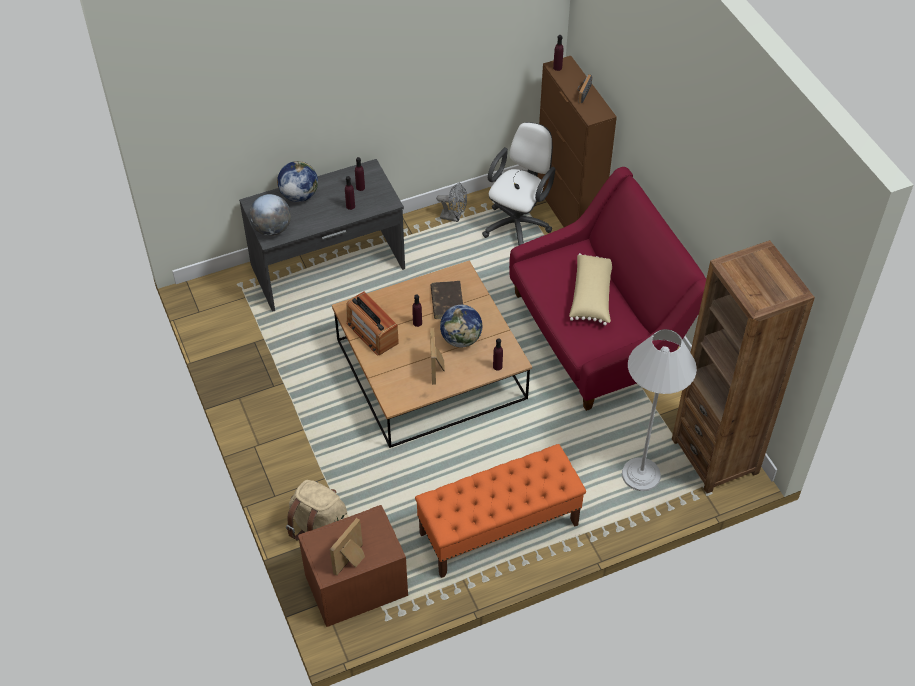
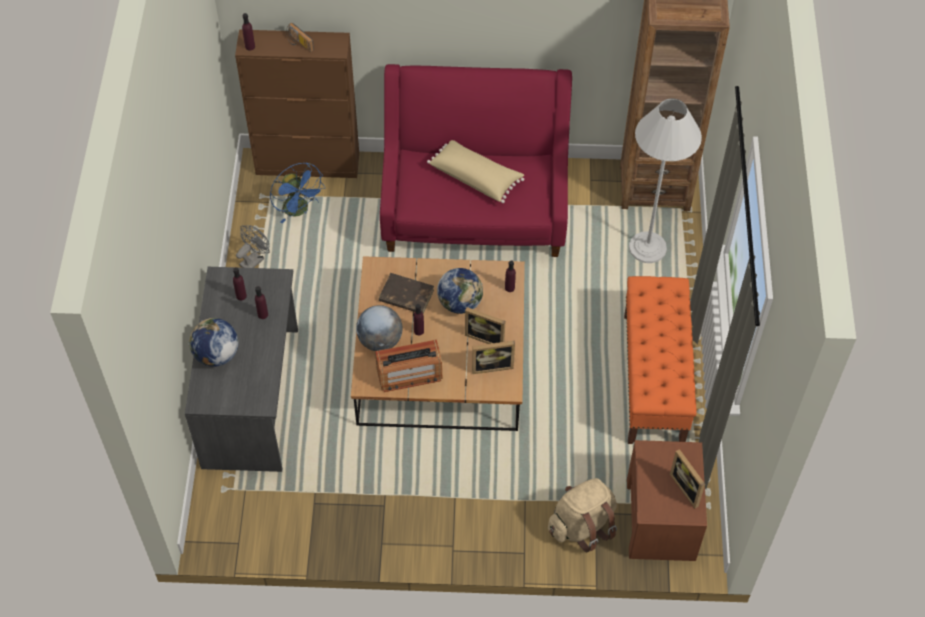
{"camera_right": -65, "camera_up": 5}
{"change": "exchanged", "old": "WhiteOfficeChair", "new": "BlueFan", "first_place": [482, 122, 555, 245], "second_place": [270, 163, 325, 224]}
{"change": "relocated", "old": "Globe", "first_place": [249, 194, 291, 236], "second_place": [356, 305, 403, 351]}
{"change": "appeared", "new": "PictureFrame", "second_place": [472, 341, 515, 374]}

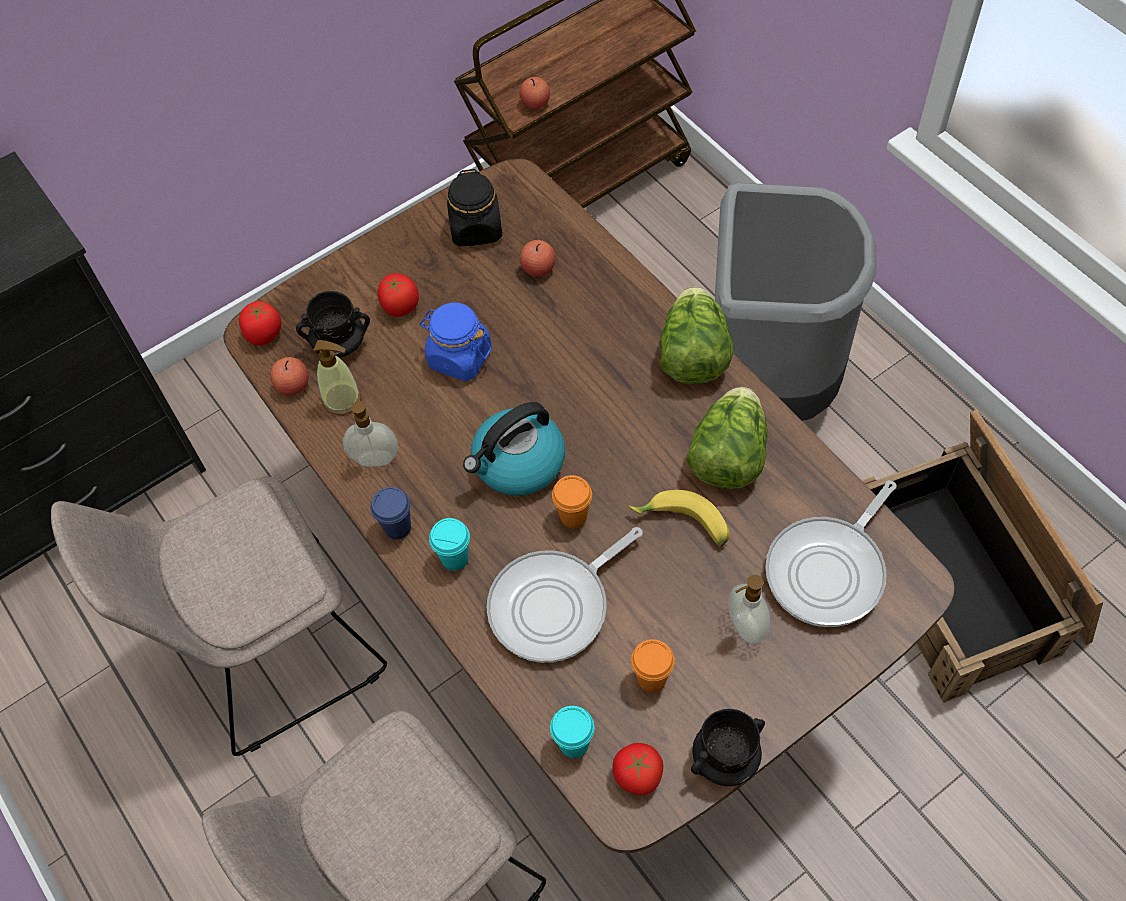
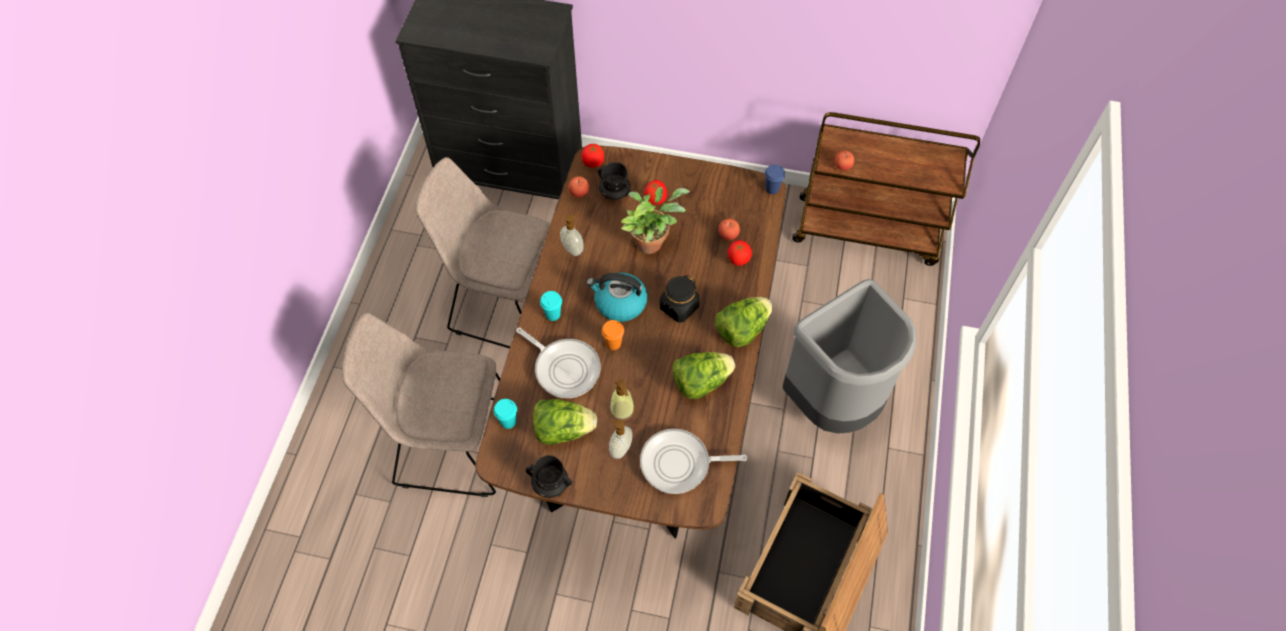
{"camera_right": 45, "camera_up": 0}
{"change": "relocated", "old": "BlackJar", "first_place": [447, 169, 502, 246], "second_place": [660, 275, 700, 323]}
{"change": "exchanged", "old": "BlueJar", "new": "PottedPlant", "first_place": [420, 303, 492, 381], "second_place": [621, 187, 690, 254]}
{"change": "relocated", "old": "SoapDispenser", "first_place": [313, 340, 362, 415], "second_place": [610, 379, 635, 421]}
{"change": "relocated", "old": "BlueCup", "first_place": [371, 487, 411, 540], "second_place": [765, 164, 785, 194]}
{"change": "missing", "old": "Banana", "first_place": [628, 490, 730, 547]}
{"change": "spun", "old": "FryingPan", "first_place": [487, 527, 643, 663], "second_place": [516, 327, 601, 398], "degrees": -150}
{"change": "exchanged", "old": "OrangeCup", "new": "Lettuce", "first_place": [631, 639, 675, 692], "second_place": [533, 399, 597, 445]}
{"change": "relocated", "old": "Tomato", "first_place": [612, 743, 663, 795], "second_place": [728, 240, 752, 266]}

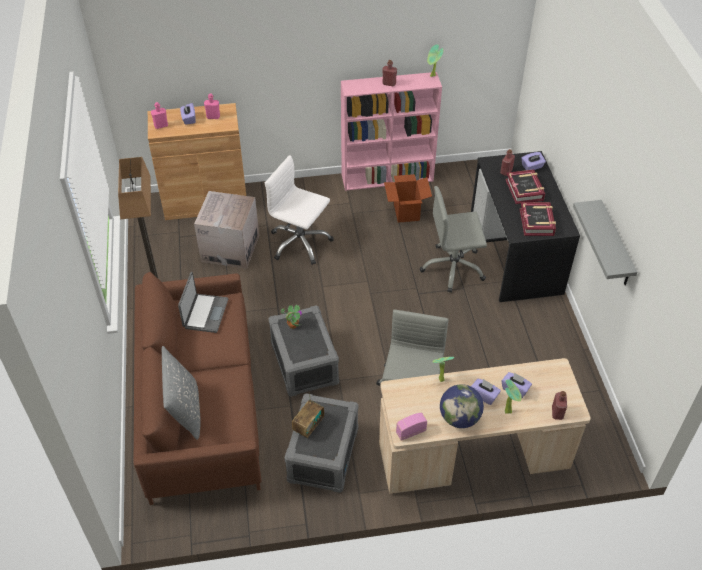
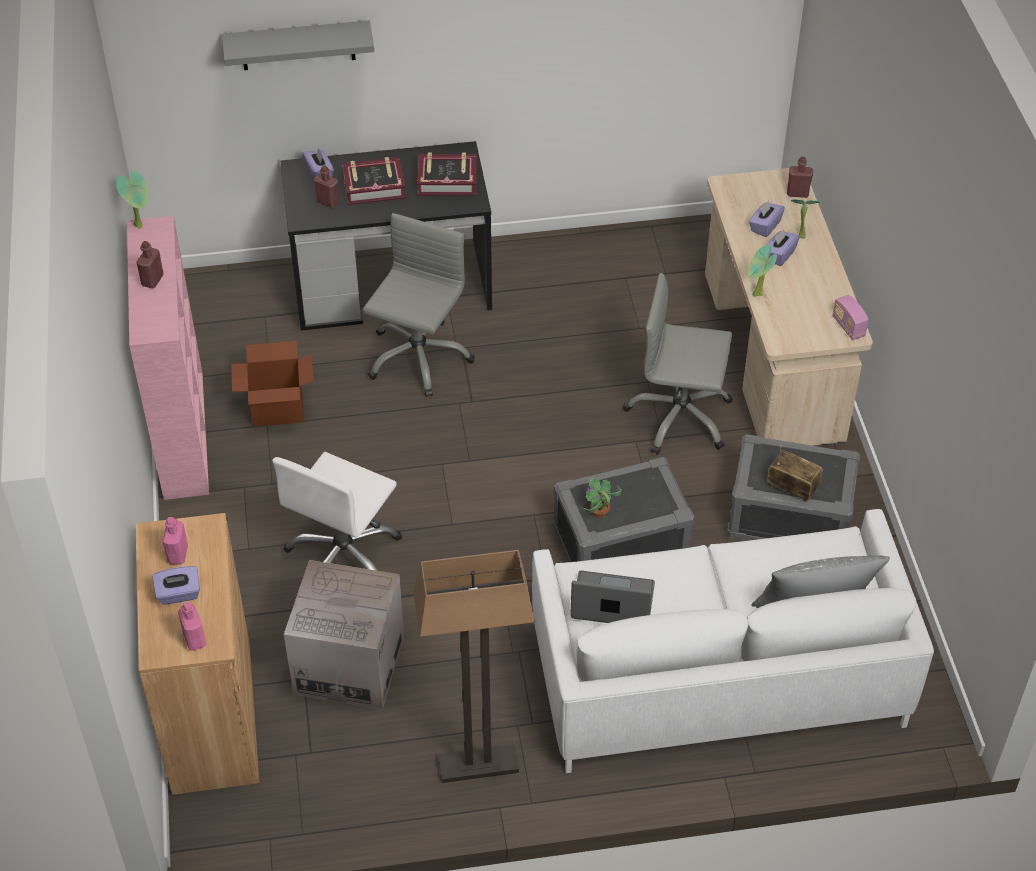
{"camera_right": -90, "camera_up": 0}
{"change": "spun", "old": "GreyOfficeChair", "first_place": [420, 186, 487, 293], "second_place": [363, 213, 475, 397], "degrees": -150}
{"change": "relocated", "old": "GreyShelf", "first_place": [573, 200, 638, 285], "second_place": [222, 20, 374, 70]}
{"change": "colour", "old": "BrownSofa", "new": "WhiteSofa", "first_place": [134, 272, 261, 505], "second_place": [532, 509, 934, 773]}
{"change": "missing", "old": "Globe", "first_place": [440, 384, 484, 428]}

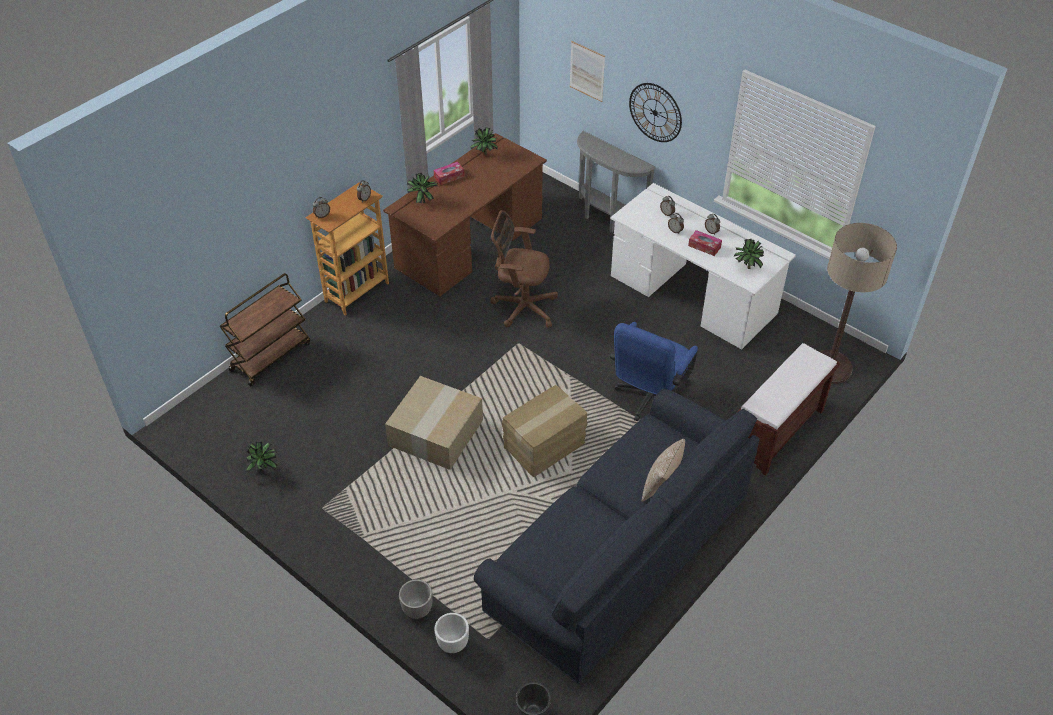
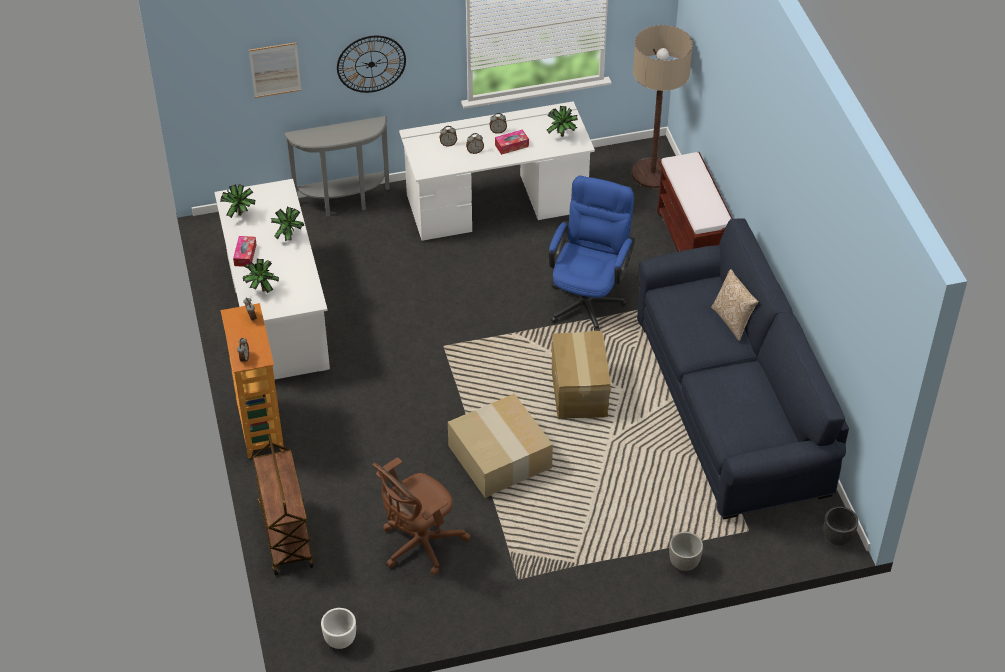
{"camera_right": -55, "camera_up": 0}
{"change": "colour", "old": "BrownDesk", "new": "WhiteDesk", "first_place": [383, 133, 547, 296], "second_place": [215, 179, 330, 380]}
{"change": "relocated", "old": "BrownOfficeChair", "first_place": [490, 210, 558, 328], "second_place": [372, 457, 470, 575]}
{"change": "spun", "old": "BlueOfficeChair", "first_place": [610, 322, 698, 422], "second_place": [549, 176, 635, 331], "degrees": -135}
{"change": "relocated", "old": "PottedPlant", "first_place": [246, 442, 278, 473], "second_place": [271, 207, 304, 241]}
{"change": "relocated", "old": "WhitePlanter", "first_place": [435, 613, 469, 653], "second_place": [321, 608, 356, 649]}

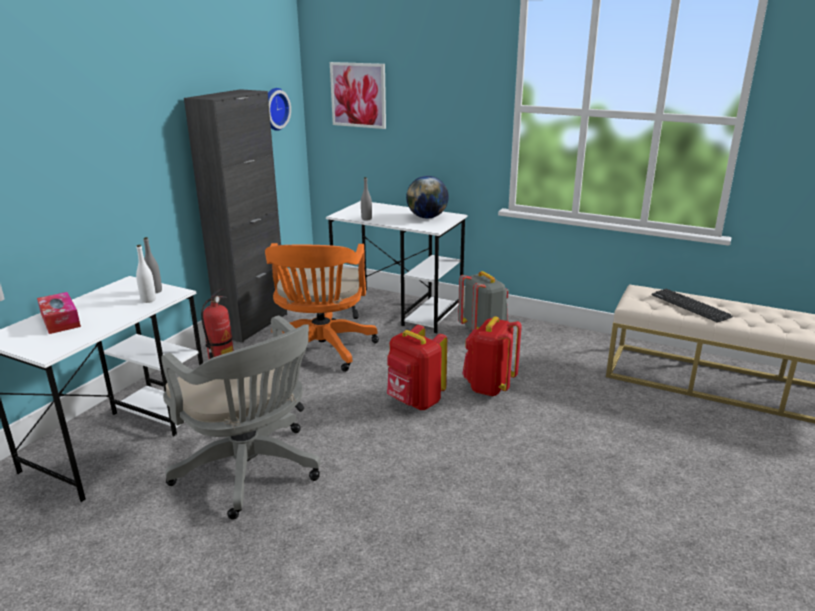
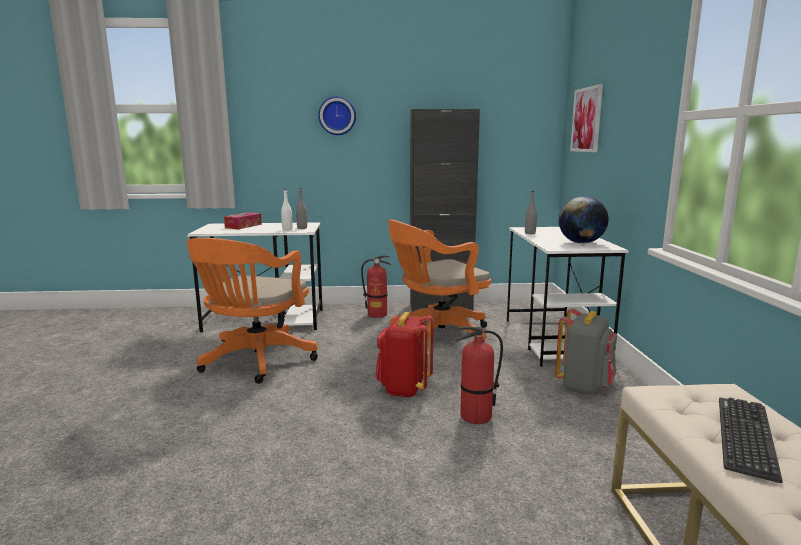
{"camera_right": 60, "camera_up": -10}
{"change": "relocated", "old": "WallClock", "first_place": [268, 88, 291, 131], "second_place": [318, 96, 356, 135]}
{"change": "colour", "old": "GreyOfficeChair", "new": "OrangeOfficeChair", "first_place": [161, 316, 320, 520], "second_place": [187, 238, 318, 384]}
{"change": "exchanged", "old": "RedBackpack", "new": "FireExtinguisher", "first_place": [462, 316, 522, 396], "second_place": [456, 326, 503, 424]}

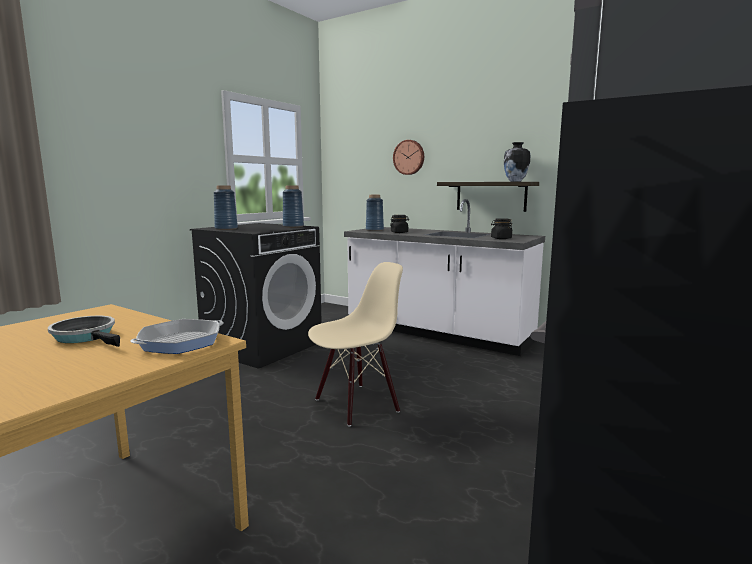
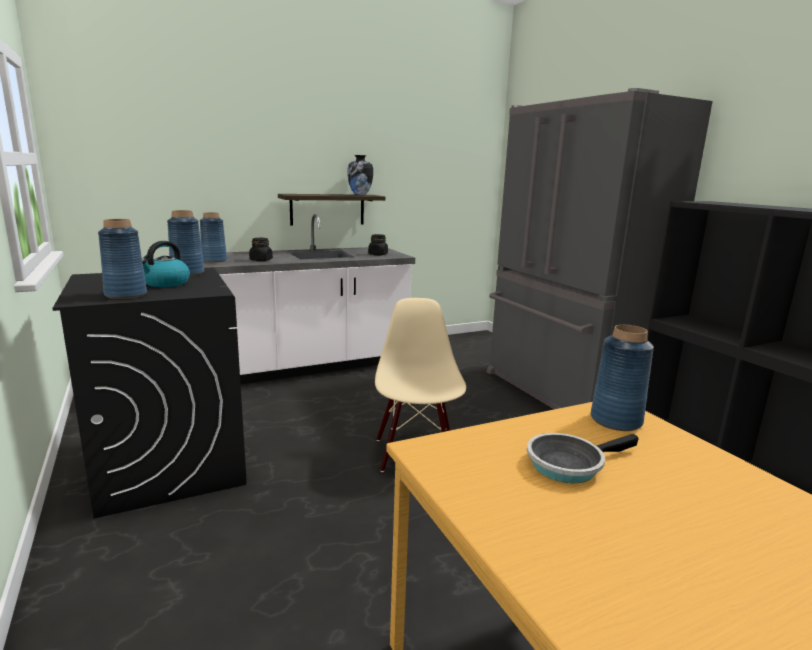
{"camera_right": -60, "camera_up": 5}
{"change": "missing", "old": "WallClock", "first_place": [393, 140, 424, 175]}
{"change": "exchanged", "old": "FryingPan", "new": "BlueVase", "first_place": [130, 319, 223, 354], "second_place": [591, 325, 654, 431]}
{"change": "appeared", "new": "Kettle", "second_place": [142, 241, 190, 287]}

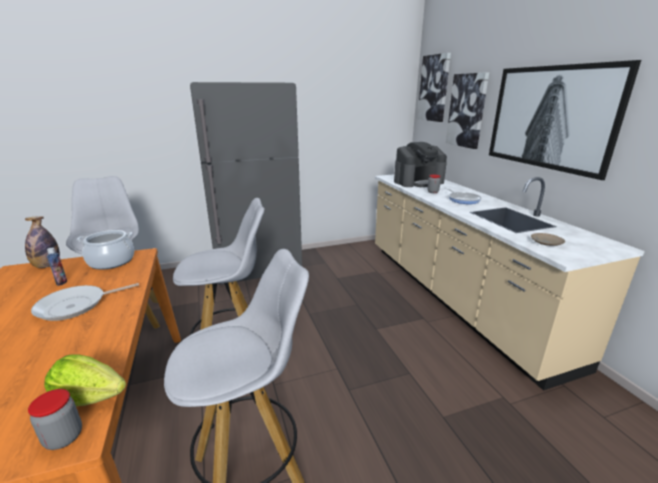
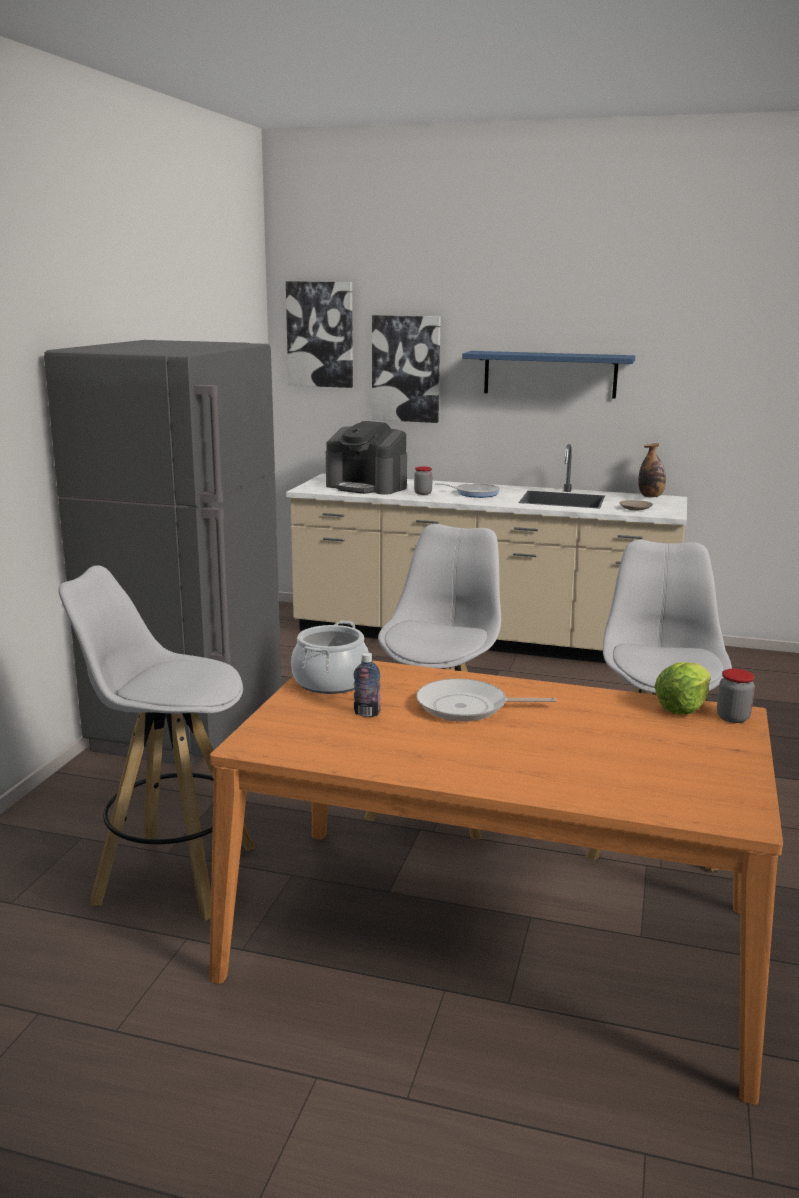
{"camera_right": -55, "camera_up": -5}
{"change": "exchanged", "old": "Picture", "new": "BlueShelf", "first_place": [489, 60, 641, 180], "second_place": [462, 351, 635, 398]}
{"change": "spun", "old": "CoffeeMachine", "first_place": [394, 142, 447, 187], "second_place": [326, 421, 407, 495], "degrees": 105}
{"change": "relocated", "old": "Bottle", "first_place": [25, 216, 60, 268], "second_place": [638, 443, 666, 497]}
{"change": "spun", "old": "FryingPan", "first_place": [31, 283, 139, 321], "second_place": [416, 679, 556, 722], "degrees": 90}

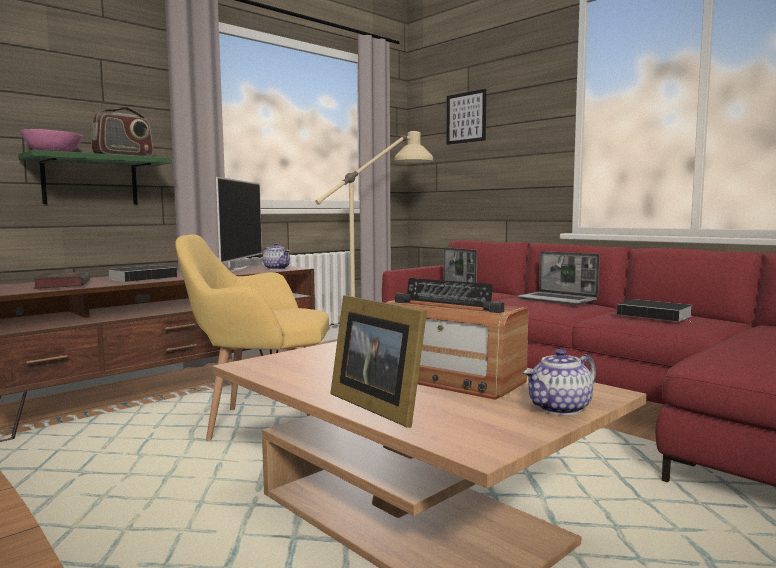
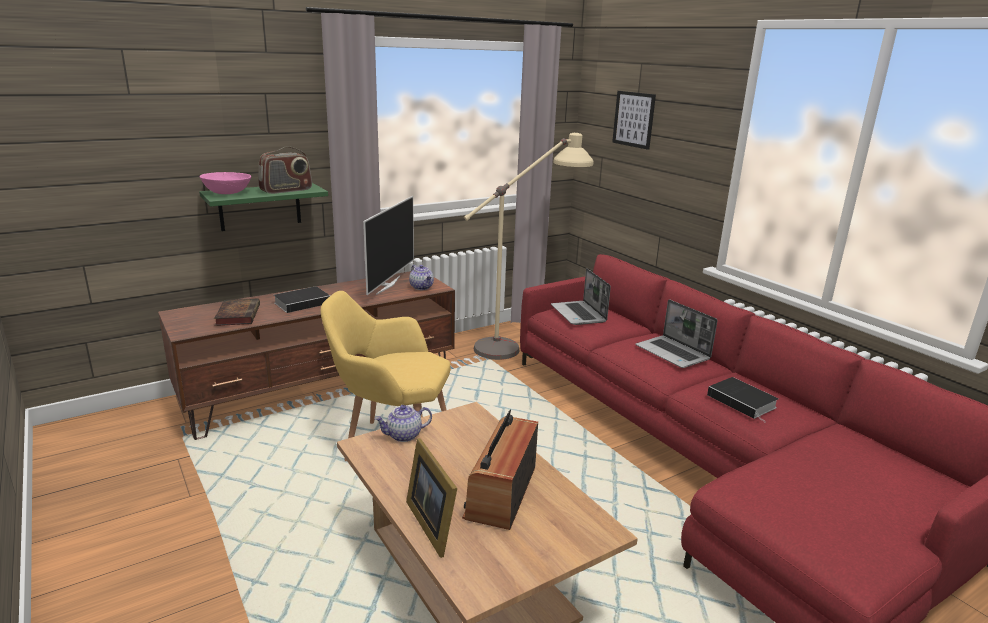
{"camera_right": 10, "camera_up": 15}
{"change": "spun", "old": "Radio", "first_place": [386, 278, 528, 400], "second_place": [462, 410, 538, 530], "degrees": 60}
{"change": "relocated", "old": "Teapot", "first_place": [523, 349, 596, 415], "second_place": [374, 405, 432, 442]}

